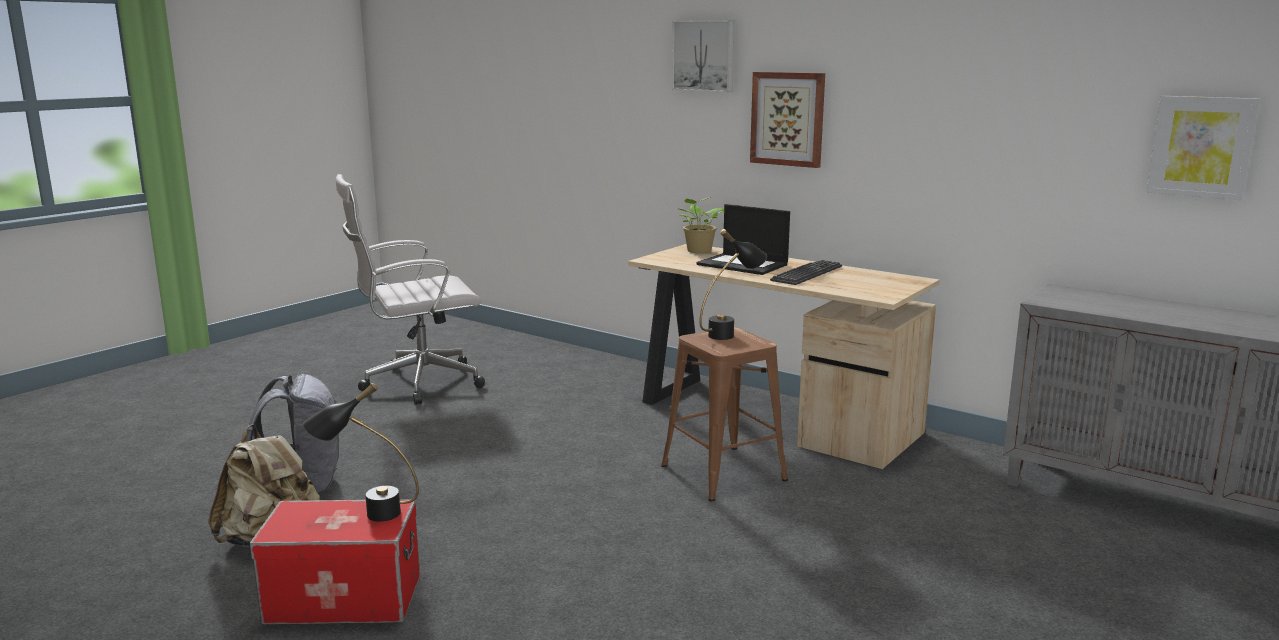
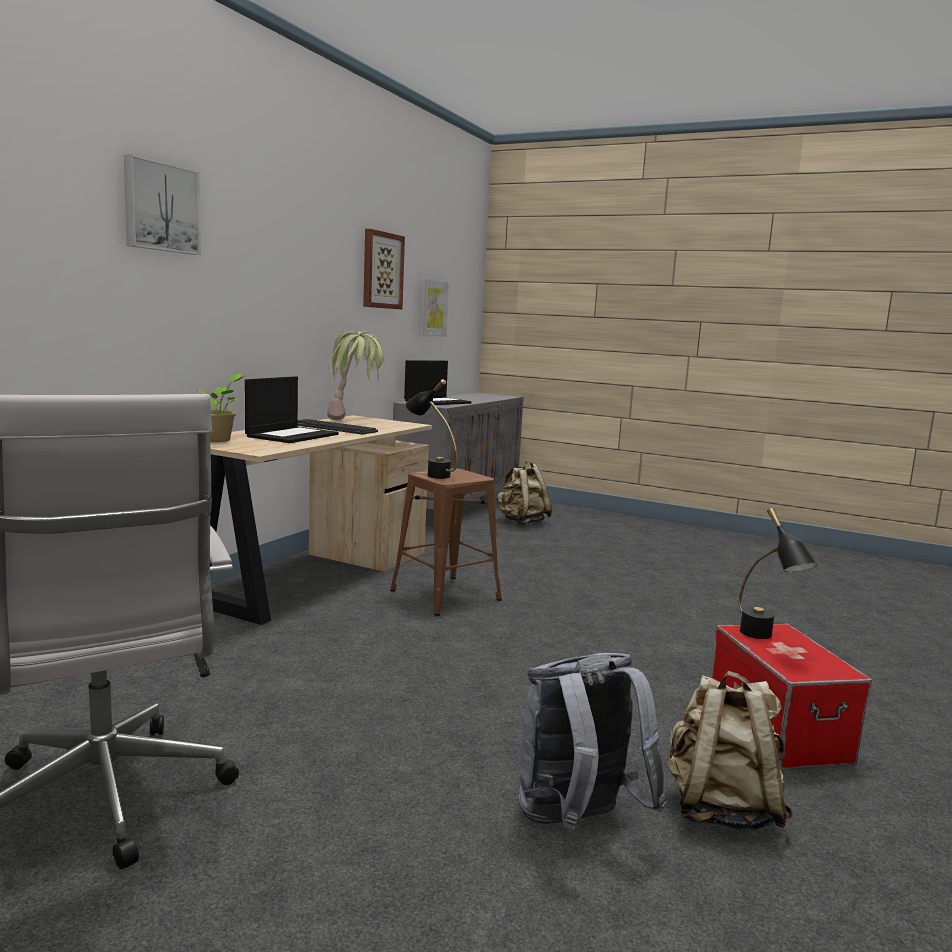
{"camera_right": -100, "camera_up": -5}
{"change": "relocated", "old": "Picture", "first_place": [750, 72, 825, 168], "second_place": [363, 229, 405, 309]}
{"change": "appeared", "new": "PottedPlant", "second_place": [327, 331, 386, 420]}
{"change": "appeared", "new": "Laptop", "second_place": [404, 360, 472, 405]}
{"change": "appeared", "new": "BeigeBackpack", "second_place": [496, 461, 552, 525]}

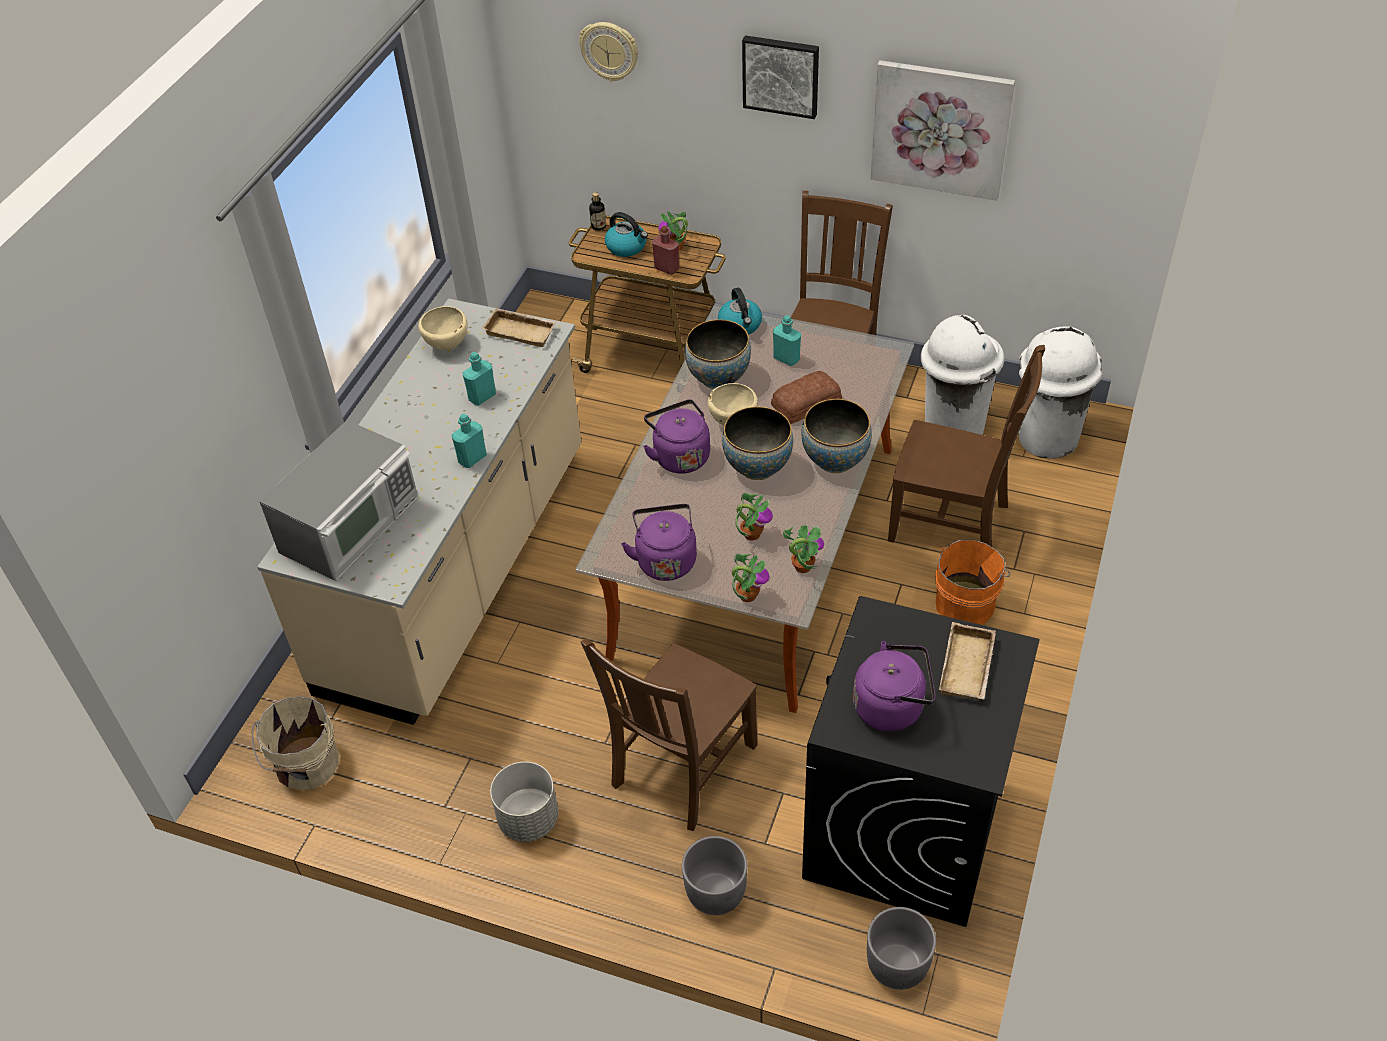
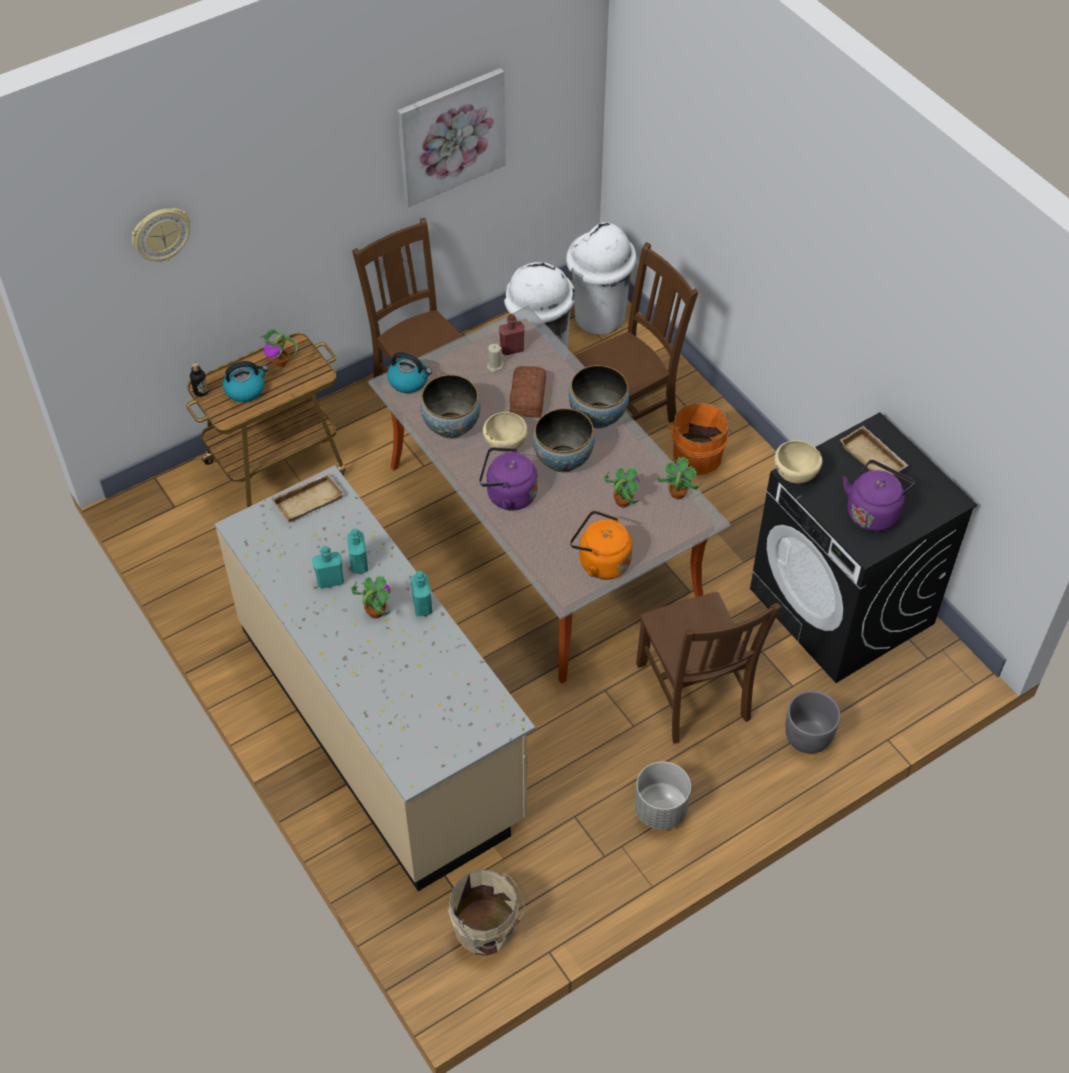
{"camera_right": -55, "camera_up": 5}
{"change": "missing", "old": "Picture", "first_place": [742, 35, 819, 119]}
{"change": "relocated", "old": "RedBottle", "first_place": [652, 226, 679, 275], "second_place": [499, 314, 525, 356]}
{"change": "relocated", "old": "BeigeBowl", "first_place": [418, 306, 468, 350], "second_place": [774, 440, 822, 484]}
{"change": "relocated", "old": "TurquoiseBottle", "first_place": [773, 315, 801, 366], "second_place": [312, 546, 344, 589]}
{"change": "missing", "old": "Microwave", "first_place": [259, 420, 419, 581]}
{"change": "colour", "old": "PurpleKettle", "new": "OrangeKettle", "first_place": [621, 504, 697, 581], "second_place": [570, 510, 632, 580]}
{"change": "relocated", "old": "PottedPlant", "first_place": [732, 554, 770, 602], "second_place": [351, 575, 394, 619]}
{"change": "missing", "old": "GreyPlanter", "first_place": [867, 907, 936, 990]}
{"change": "appeared", "new": "BeigeCandle", "second_place": [487, 344, 504, 373]}

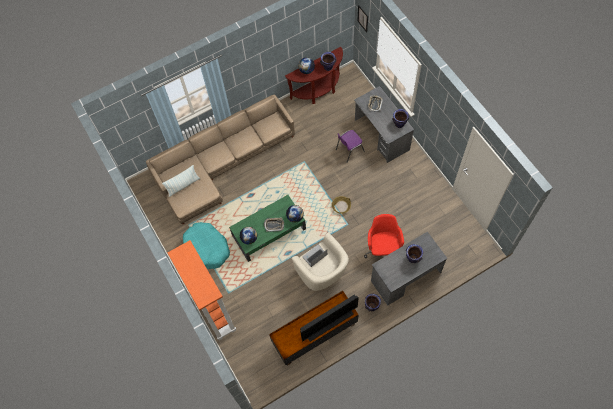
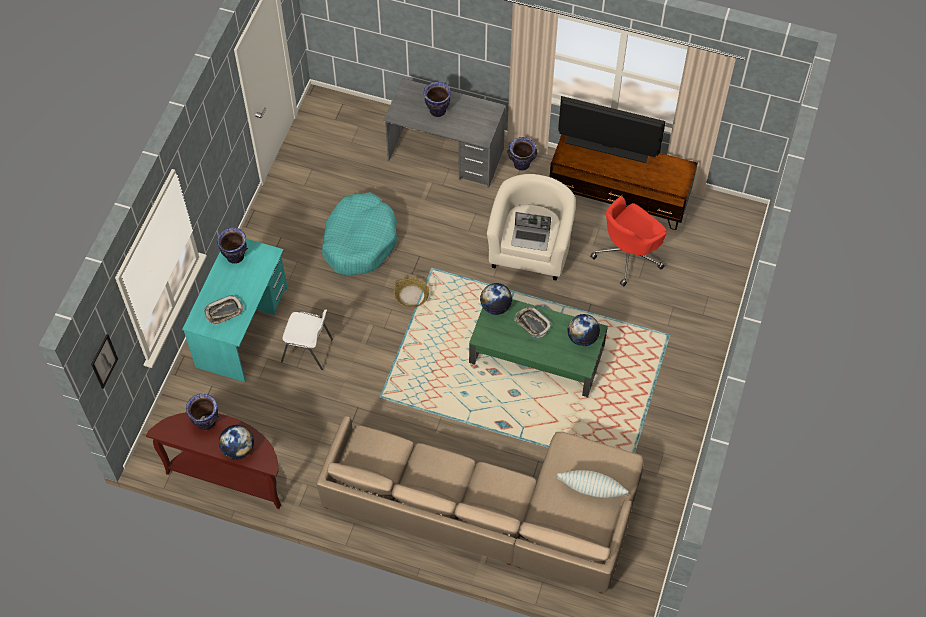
{"camera_right": -135, "camera_up": -5}
{"change": "colour", "old": "GreyDesk", "new": "TurquoiseDesk", "first_place": [354, 86, 414, 163], "second_place": [182, 239, 288, 382]}
{"change": "colour", "old": "PurpleChair", "new": "WhiteChair", "first_place": [336, 130, 365, 163], "second_place": [281, 309, 333, 370]}
{"change": "relocated", "old": "RedOfficeChair", "first_place": [364, 214, 404, 258], "second_place": [590, 196, 667, 287]}
{"change": "relocated", "old": "TurquoiseDogBed", "first_place": [183, 222, 230, 269], "second_place": [322, 192, 397, 276]}
{"change": "missing", "old": "OrangeBookcase", "first_place": [168, 240, 236, 340]}

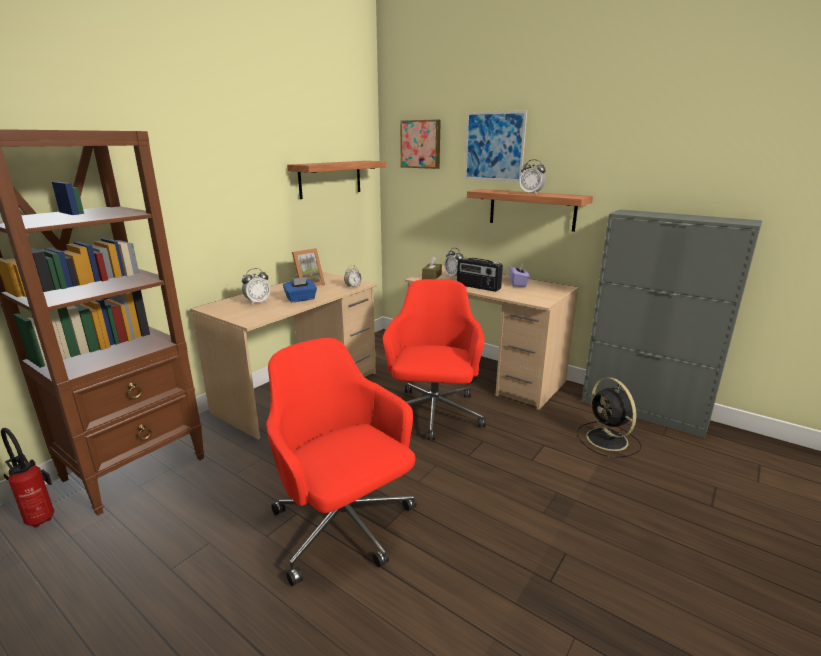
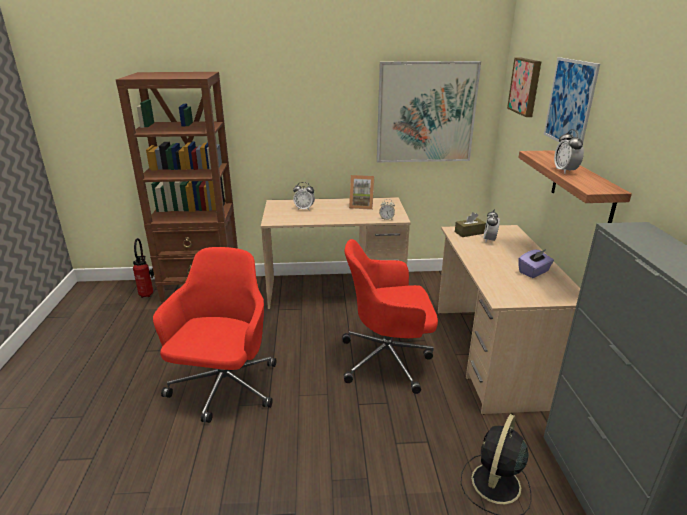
{"camera_right": 50, "camera_up": 5}
{"change": "exchanged", "old": "Shelf", "new": "Picture", "first_place": [287, 161, 386, 199], "second_place": [377, 61, 481, 162]}
{"change": "missing", "old": "Radio", "first_place": [457, 258, 503, 292]}
{"change": "missing", "old": "BlueTissueBox", "first_place": [283, 277, 317, 302]}
{"change": "spun", "old": "RedOfficeChair", "first_place": [383, 279, 486, 440], "second_place": [342, 239, 438, 394], "degrees": -150}

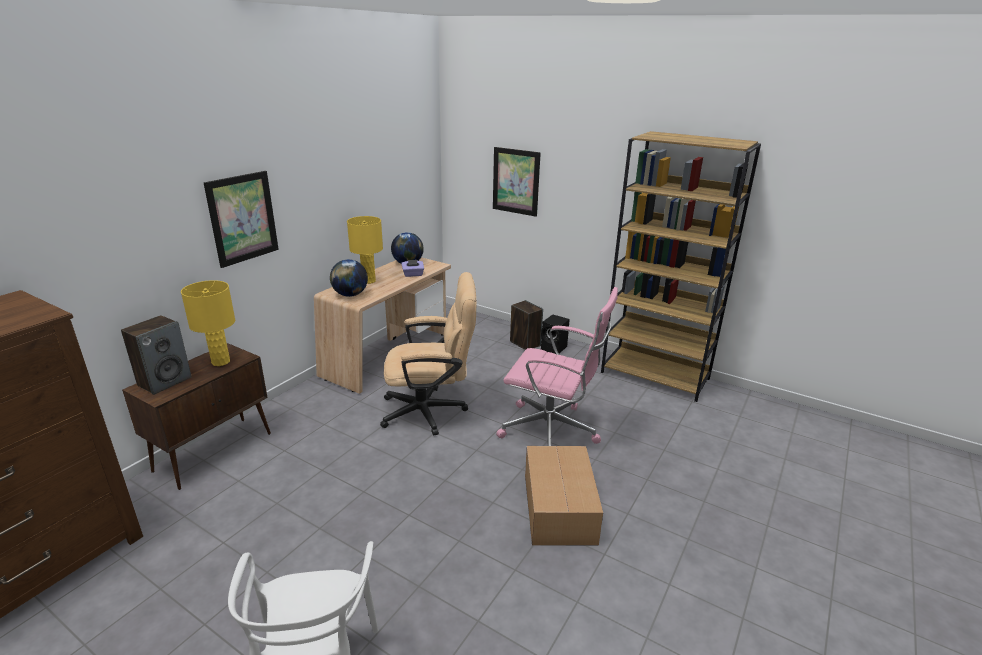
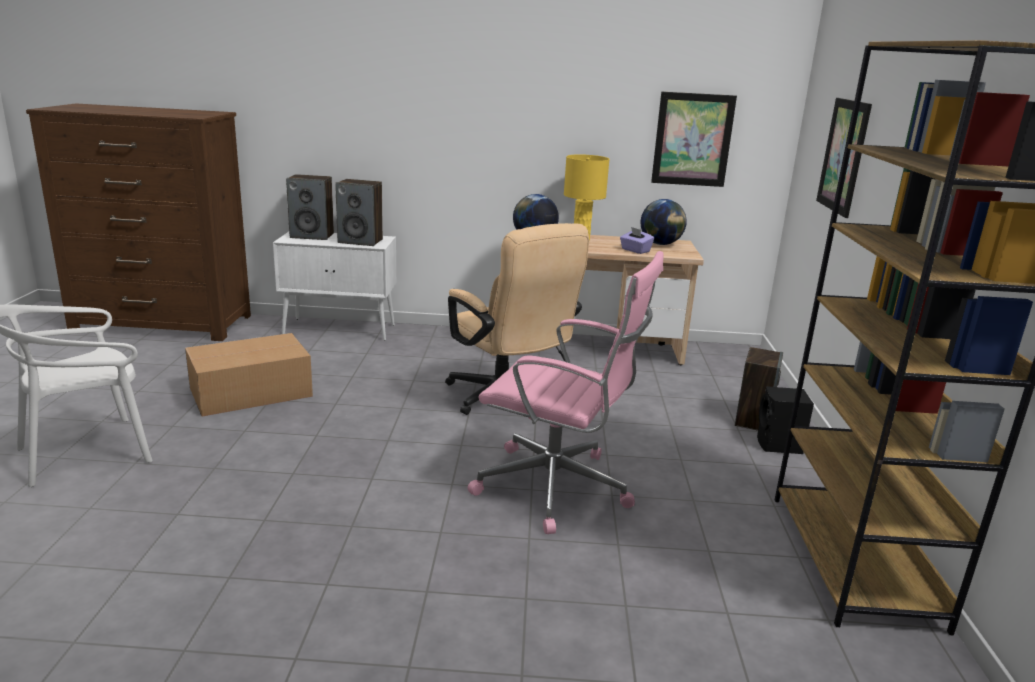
{"camera_right": 60, "camera_up": -5}
{"change": "relocated", "old": "Picture", "first_place": [204, 171, 279, 268], "second_place": [651, 92, 737, 187]}
{"change": "exchanged", "old": "YellowTableLamp", "new": "Speaker", "first_place": [181, 280, 235, 366], "second_place": [335, 179, 383, 246]}
{"change": "spun", "old": "PinkOfficeChair", "first_place": [496, 287, 618, 446], "second_place": [468, 251, 664, 534], "degrees": -60}
{"change": "colour", "old": "BrownCabinet", "new": "WhiteCabinet", "first_place": [122, 343, 271, 490], "second_place": [273, 232, 396, 341]}
{"change": "relocated", "old": "CardboardBox", "first_place": [525, 446, 603, 546], "second_place": [185, 333, 313, 417]}

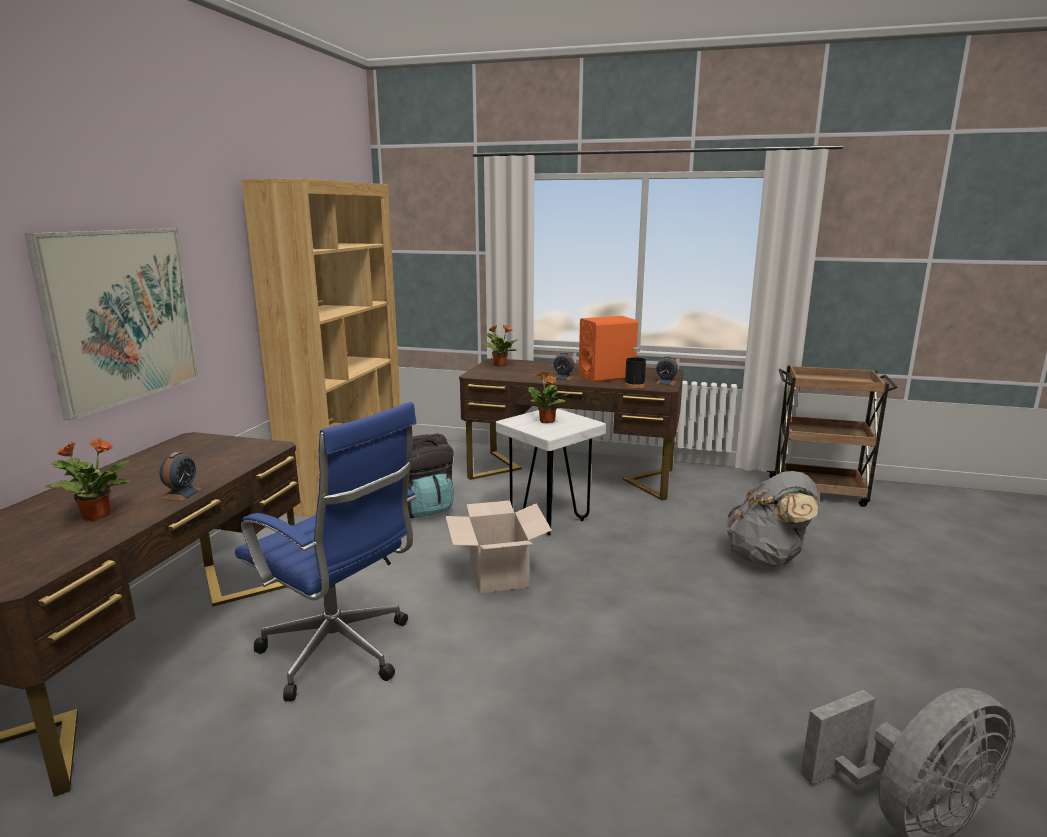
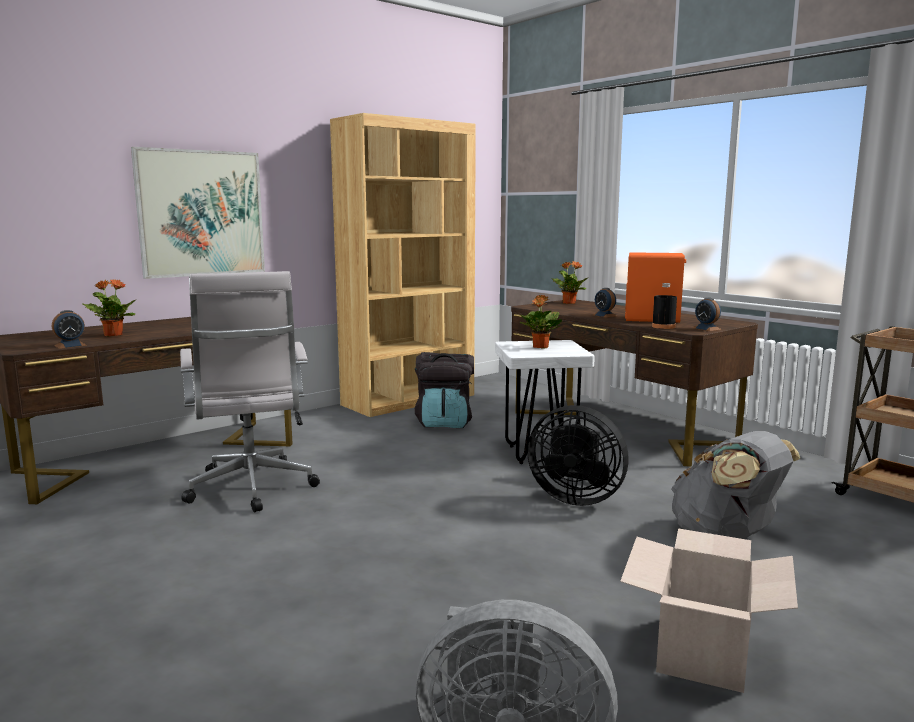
{"camera_right": 35, "camera_up": -5}
{"change": "colour", "old": "BlueOfficeChair", "new": "WhiteOfficeChair", "first_place": [235, 402, 417, 701], "second_place": [180, 271, 320, 512]}
{"change": "relocated", "old": "AlarmClock", "first_place": [160, 452, 202, 501], "second_place": [52, 310, 87, 349]}
{"change": "relocated", "old": "CardboardBox", "first_place": [445, 500, 552, 593], "second_place": [620, 528, 798, 693]}
{"change": "appeared", "new": "BlackFan", "second_place": [527, 405, 629, 506]}

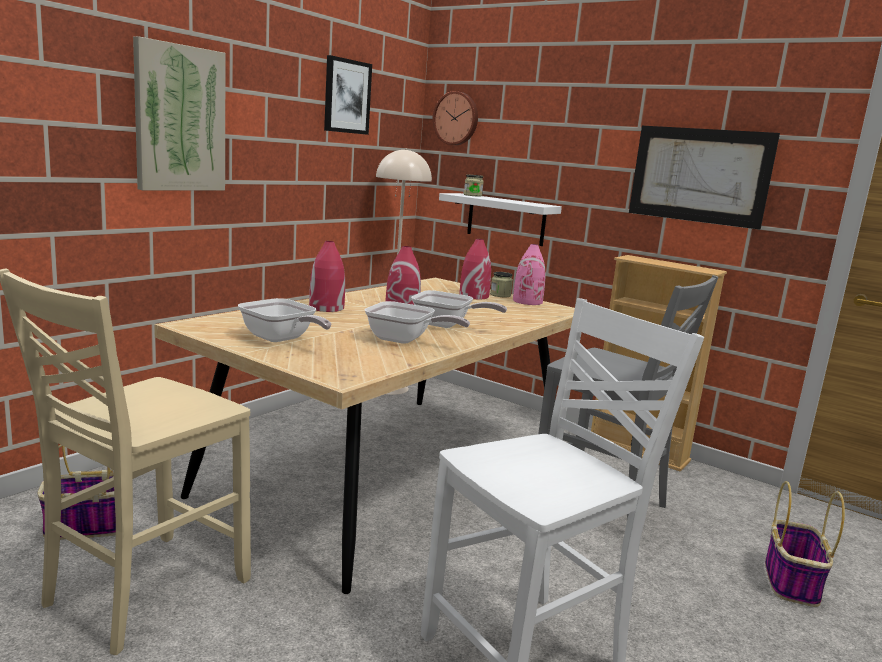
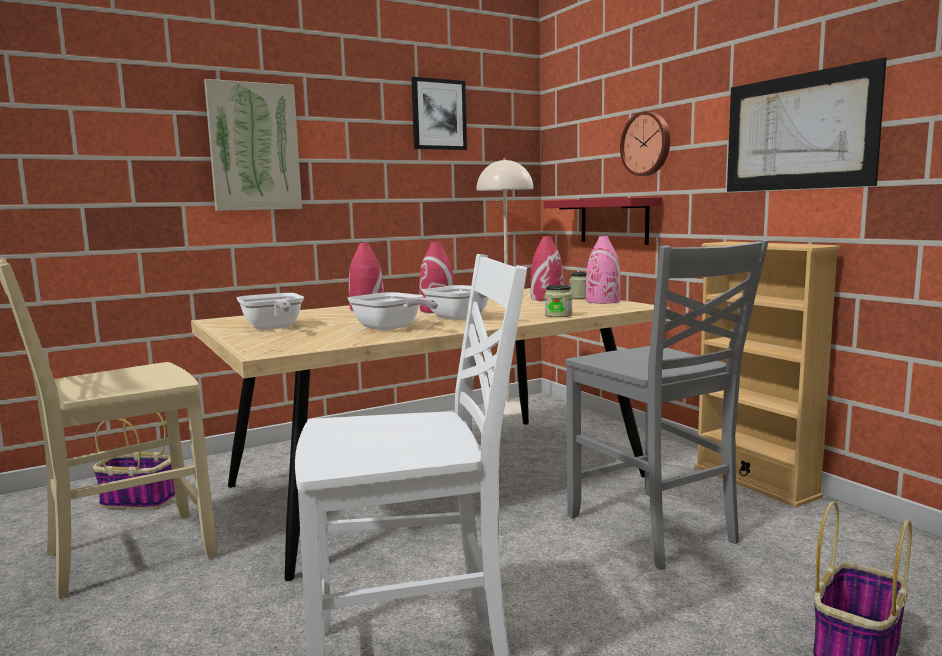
{"camera_right": 25, "camera_up": -5}
{"change": "relocated", "old": "WallClock", "first_place": [432, 91, 478, 145], "second_place": [620, 112, 670, 176]}
{"change": "relocated", "old": "Jar", "first_place": [464, 175, 484, 197], "second_place": [545, 285, 573, 317]}
{"change": "colour", "old": "WhiteShelf", "new": "RedShelf", "first_place": [439, 193, 562, 246], "second_place": [544, 197, 662, 245]}

